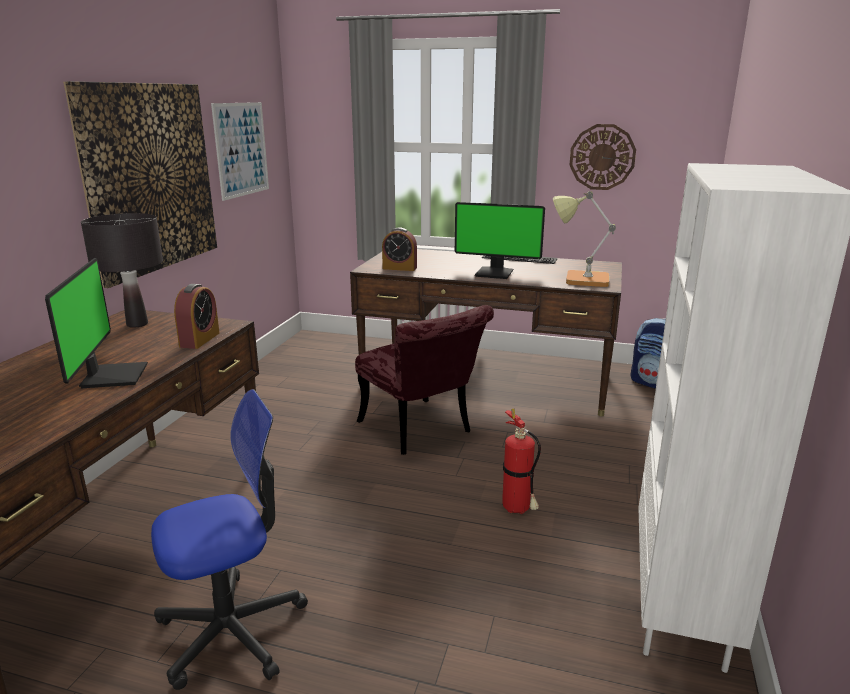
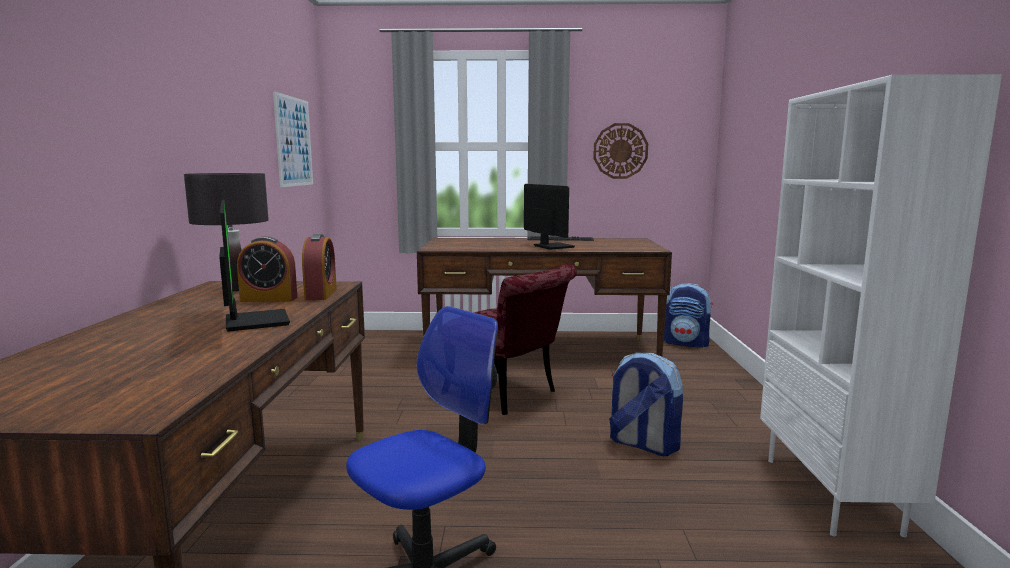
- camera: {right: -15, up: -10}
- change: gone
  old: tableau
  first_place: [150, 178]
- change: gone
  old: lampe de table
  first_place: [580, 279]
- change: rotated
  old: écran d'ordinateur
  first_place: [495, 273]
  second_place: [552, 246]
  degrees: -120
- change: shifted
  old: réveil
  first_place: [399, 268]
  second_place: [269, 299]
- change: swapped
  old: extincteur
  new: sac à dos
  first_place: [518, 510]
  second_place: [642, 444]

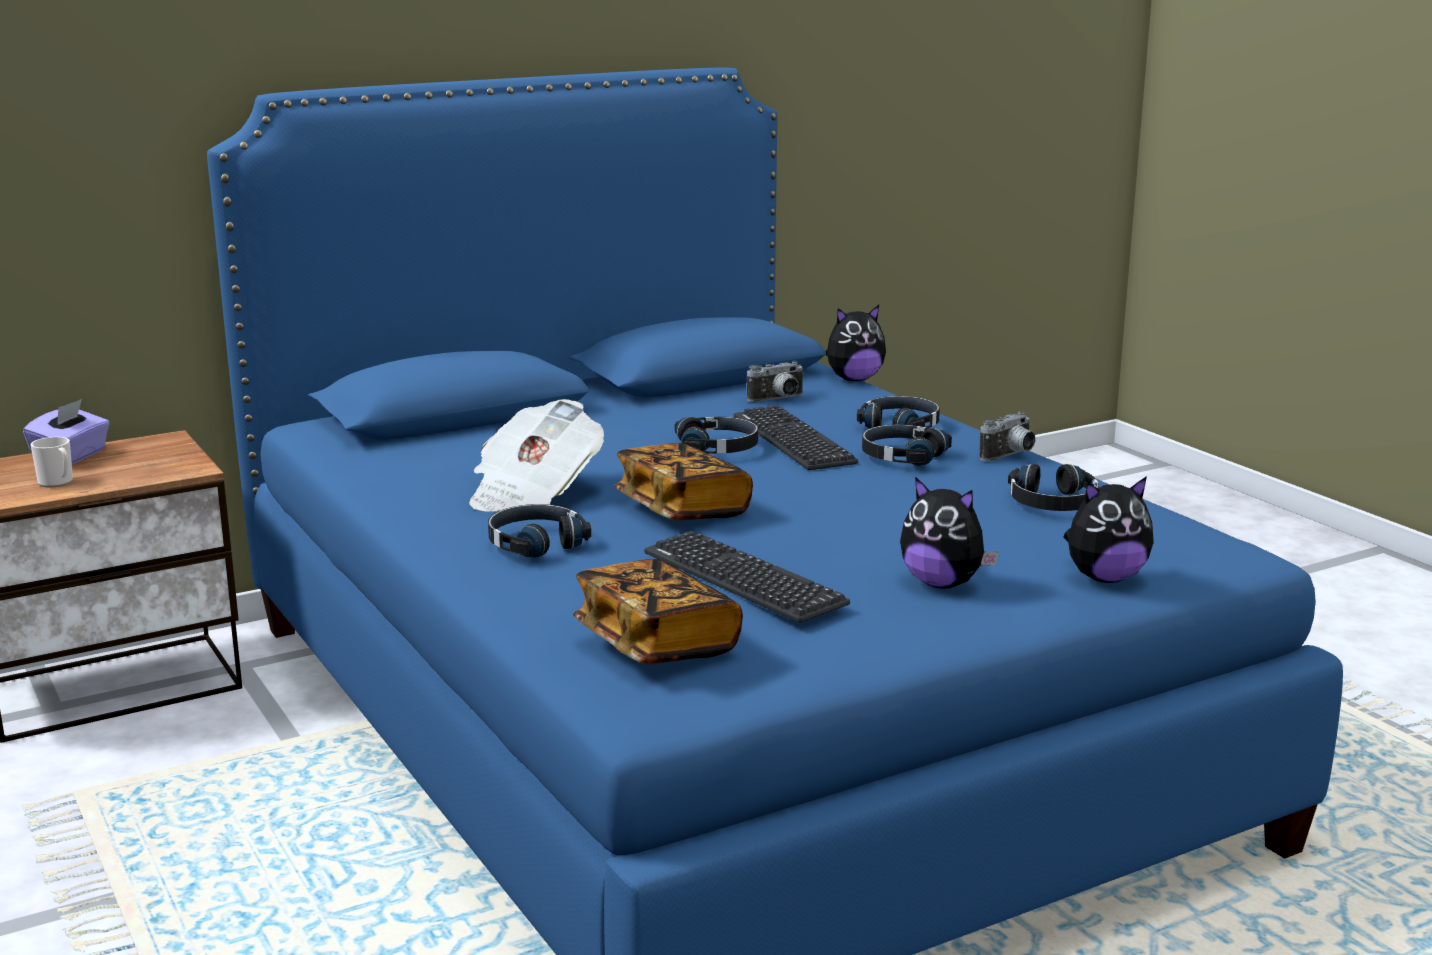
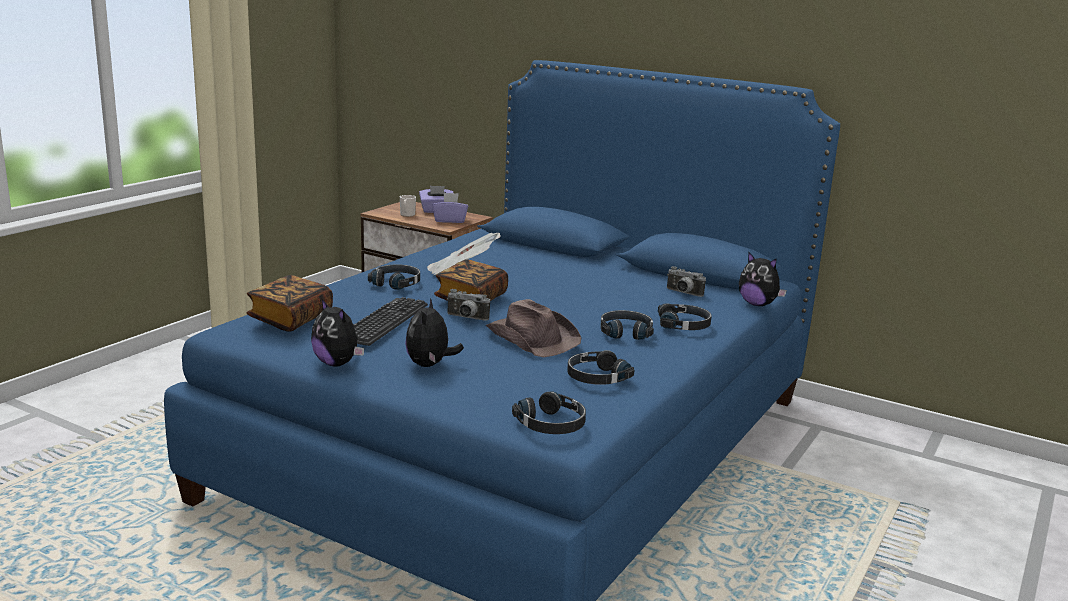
- camera: {right: 60, up: 0}
- change: gone
  old: clavier
  first_place: [793, 440]
- change: shifted
  old: appareil photo
  first_place: [1010, 456]
  second_place: [466, 318]
- change: shifted
  old: casque audio (noir)
  first_place: [718, 448]
  second_place: [552, 424]
- change: shifted
  old: peluche
  first_place: [1104, 578]
  second_place: [337, 363]
- change: new
  new: boîte à mouchoirs (violet)
  second_place: [450, 220]
- change: new
  new: chapeau (marron)
  second_place: [532, 338]

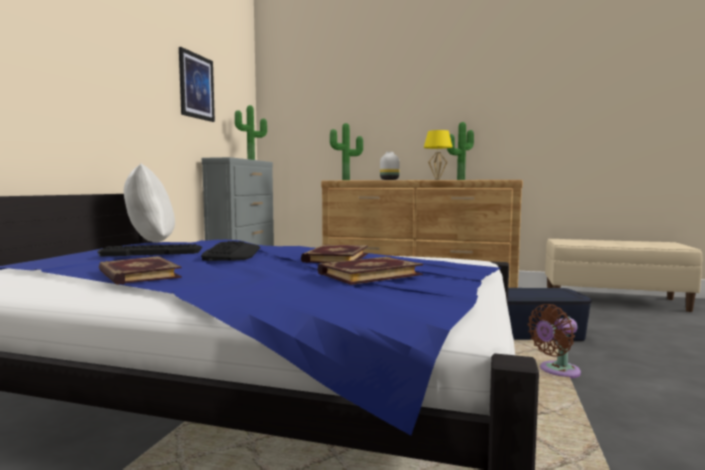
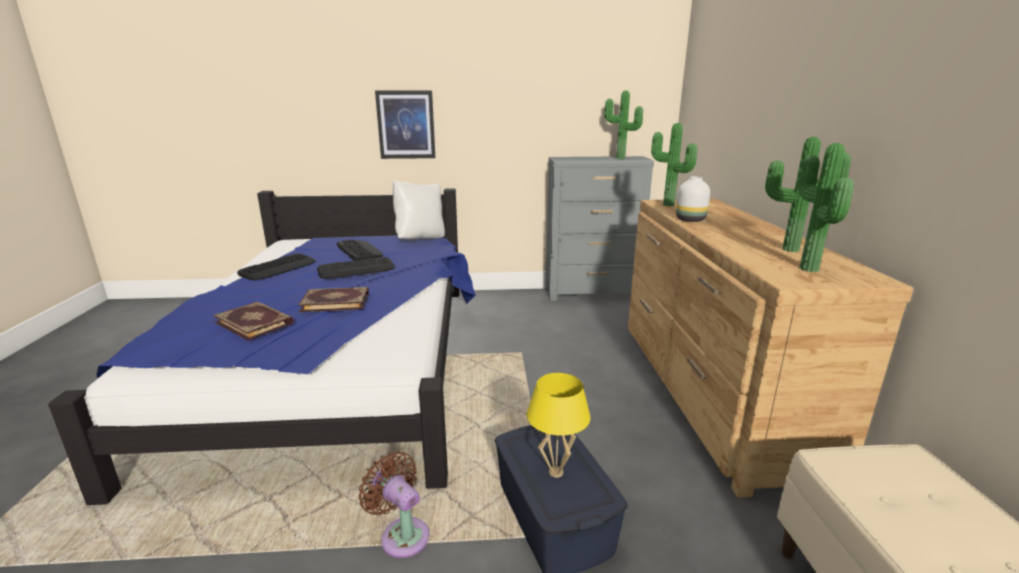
- camera: {right: 70, up: 15}
- change: shifted
  old: tableau
  first_place: [196, 86]
  second_place: [406, 125]
- change: shifted
  old: lampe de table (jaune)
  first_place: [437, 179]
  second_place: [556, 472]
- change: swapped
  old: livre
  new: clavier
  first_place: [137, 274]
  second_place: [278, 268]
- change: new
  new: plante en pot
  second_place: [805, 269]

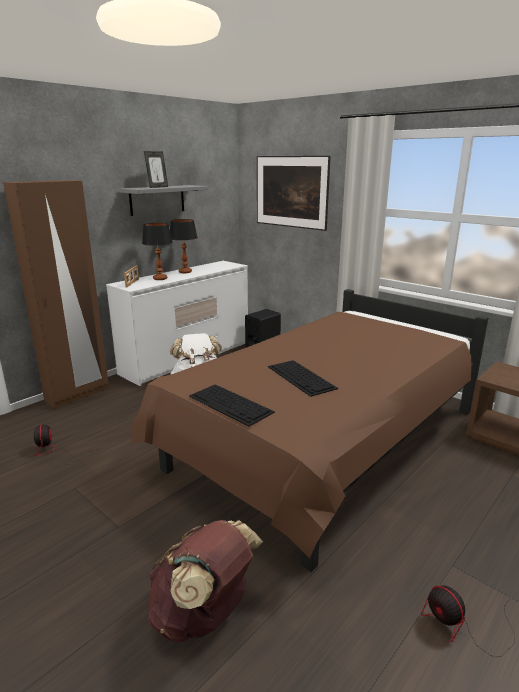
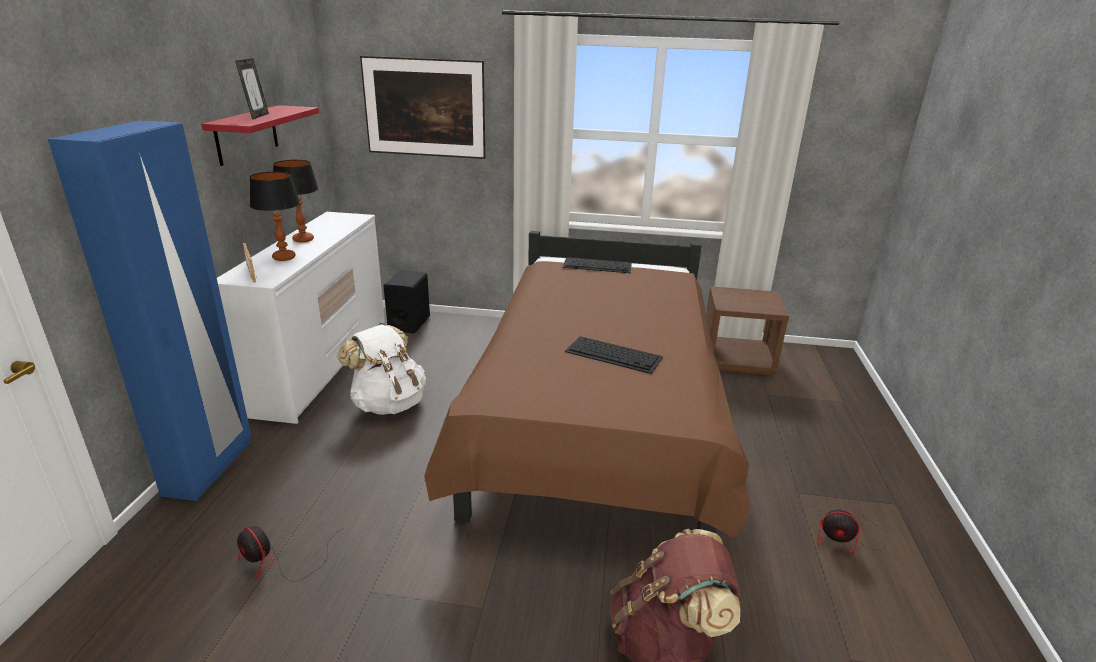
- camera: {right: -35, up: 5}
- change: repainted
  old: armoire (marron)
  new: armoire (bleu)
  first_place: [77, 395]
  second_place: [209, 468]
- change: repainted
  old: étagère (gris)
  new: étagère (rouge)
  first_place: [157, 200]
  second_place: [247, 134]
- change: shifted
  old: clavier
  first_place: [231, 404]
  second_place: [598, 265]

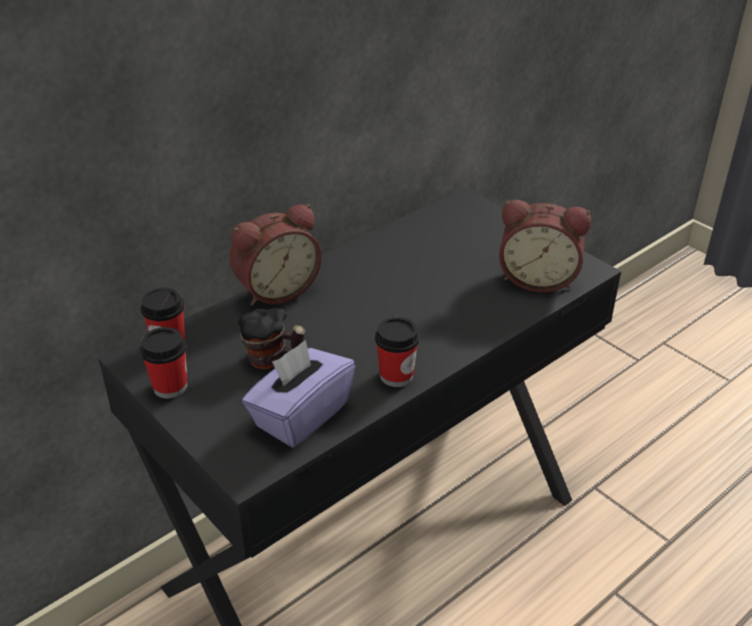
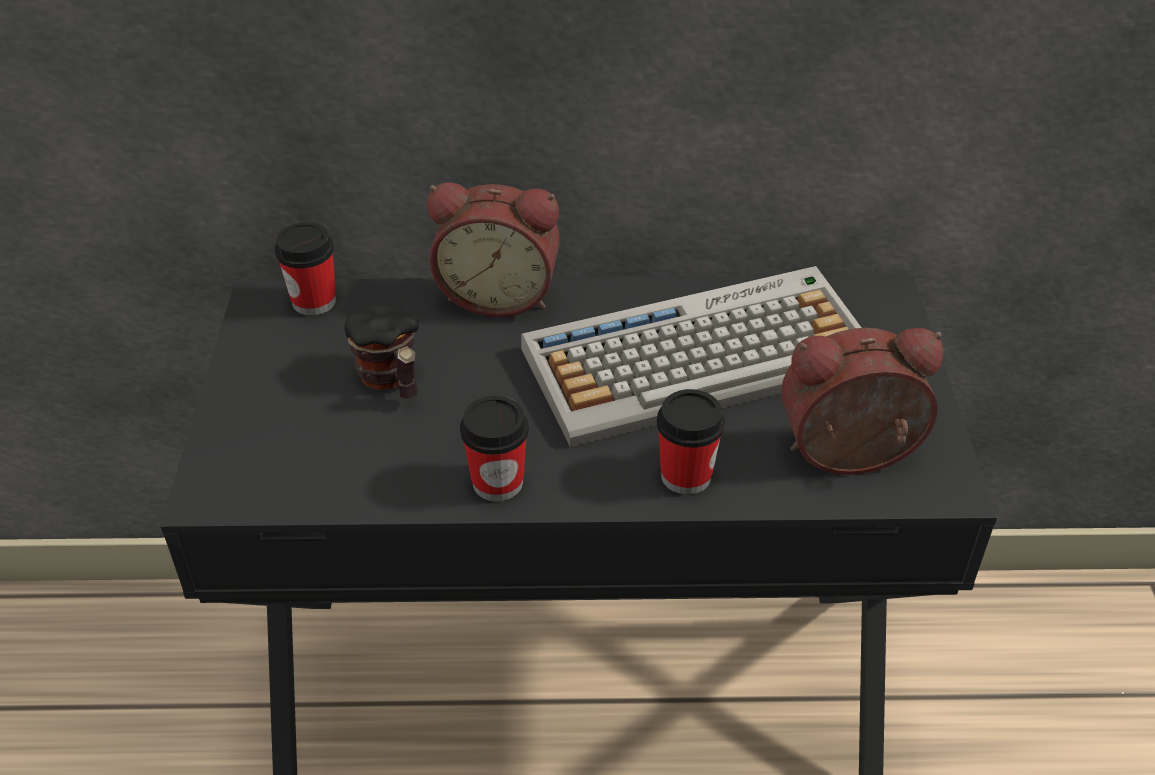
- camera: {right: 40, up: 5}
- change: rotated
  old: réveil
  first_place: [538, 278]
  second_place: [849, 458]
  degrees: 120
- change: shifted
  old: tasse
  first_place: [170, 387]
  second_place: [686, 476]
- change: gone
  old: boîte à mouchoirs (violet)
  first_place: [300, 415]
- change: new
  new: clavier
  second_place: [701, 356]

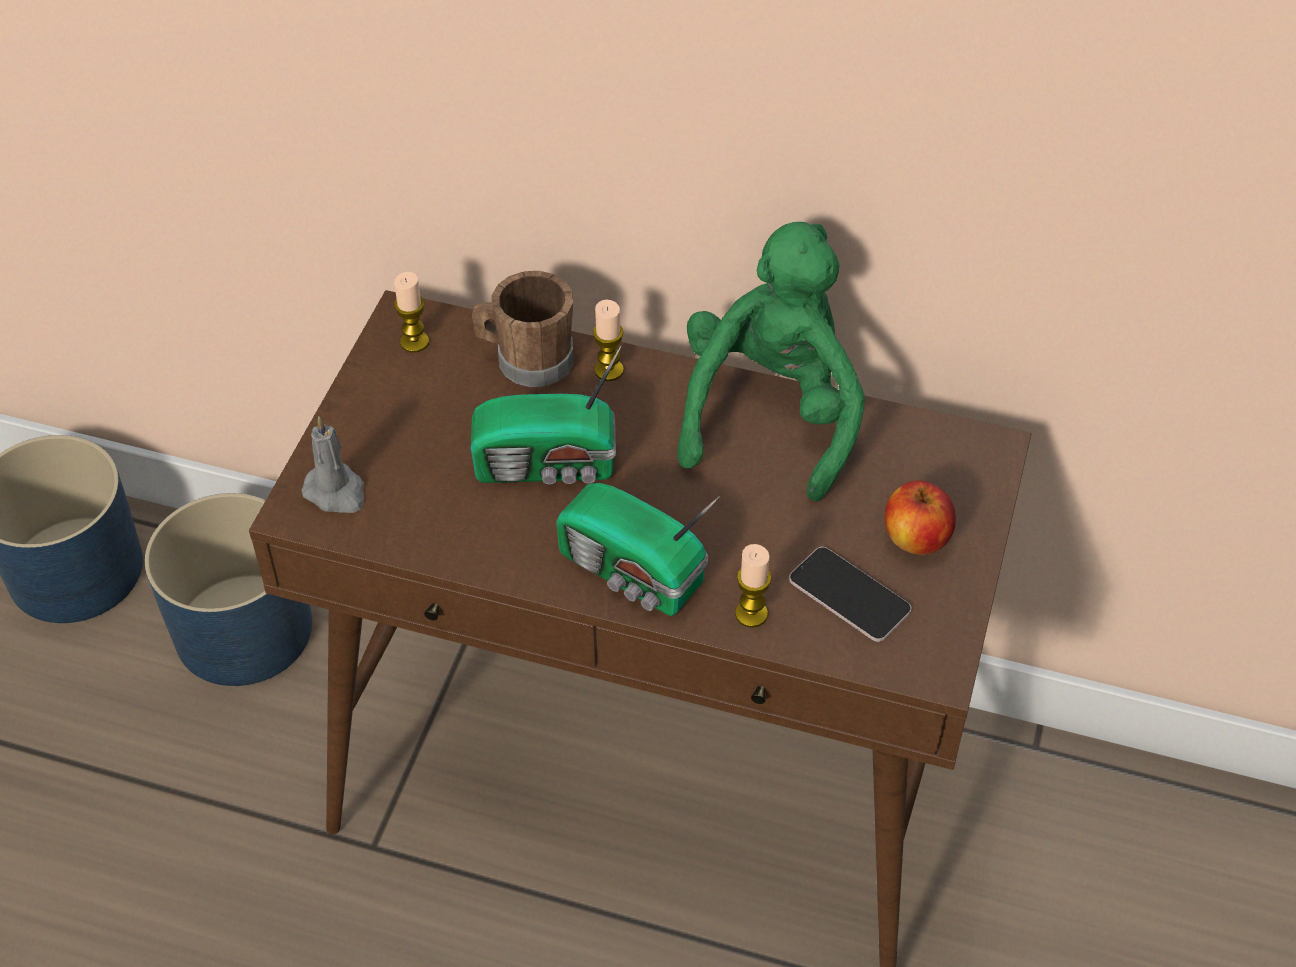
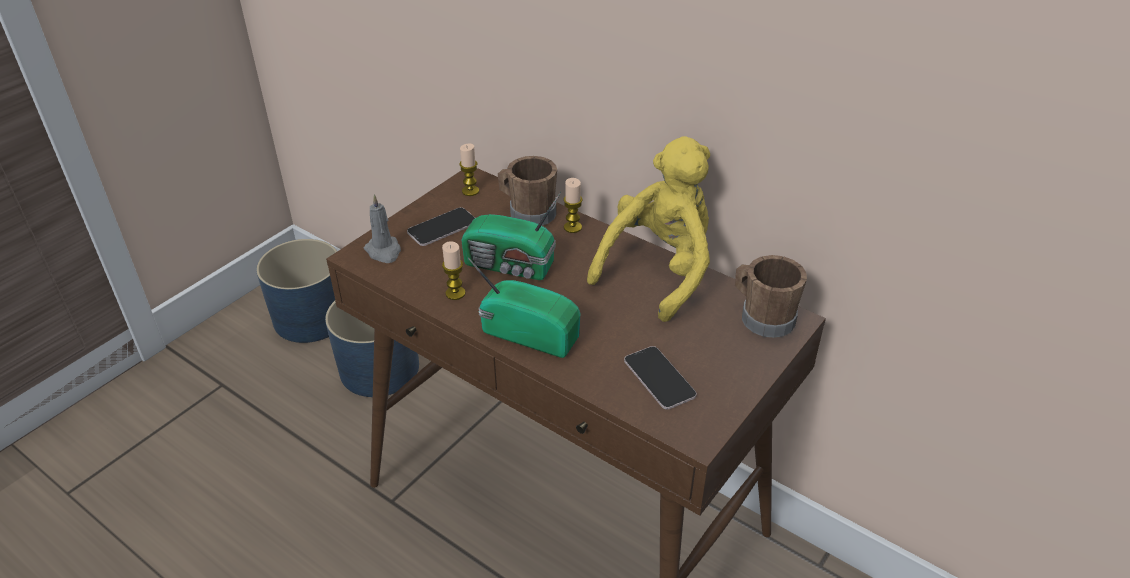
- camera: {right: 20, up: -10}
- change: repainted
  old: peluche (vert)
  new: peluche (jaune)
  first_place: [771, 415]
  second_place: [659, 271]
- change: gone
  old: pomme
  first_place: [916, 539]
- change: rotated
  old: radio
  first_place: [632, 574]
  second_place: [528, 333]
  degrees: 150
- change: shifted
  old: bougie
  first_place: [751, 614]
  second_place: [455, 293]
- change: new
  new: téléphone
  second_place: [442, 227]
- change: new
  new: mug (marron)
  second_place: [762, 317]

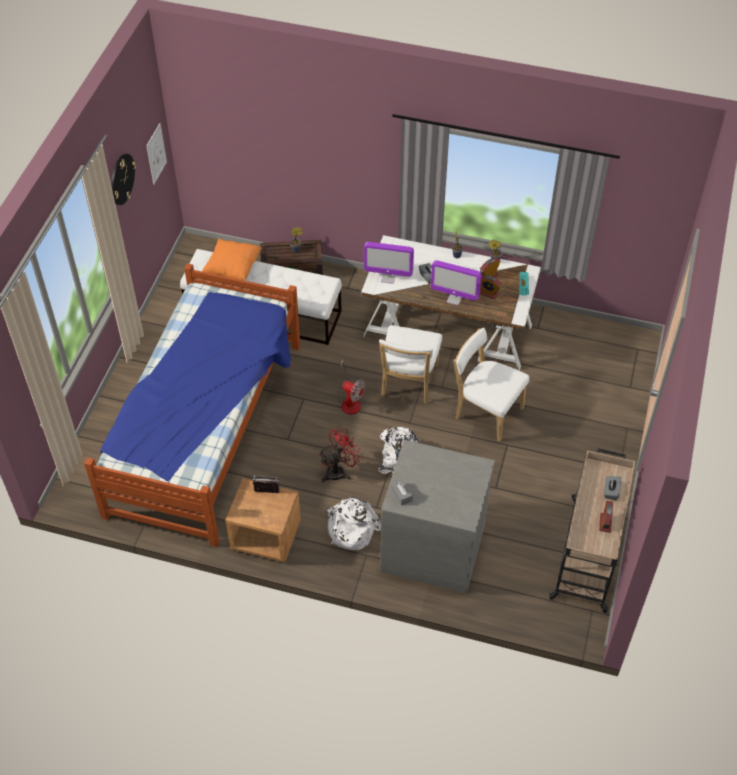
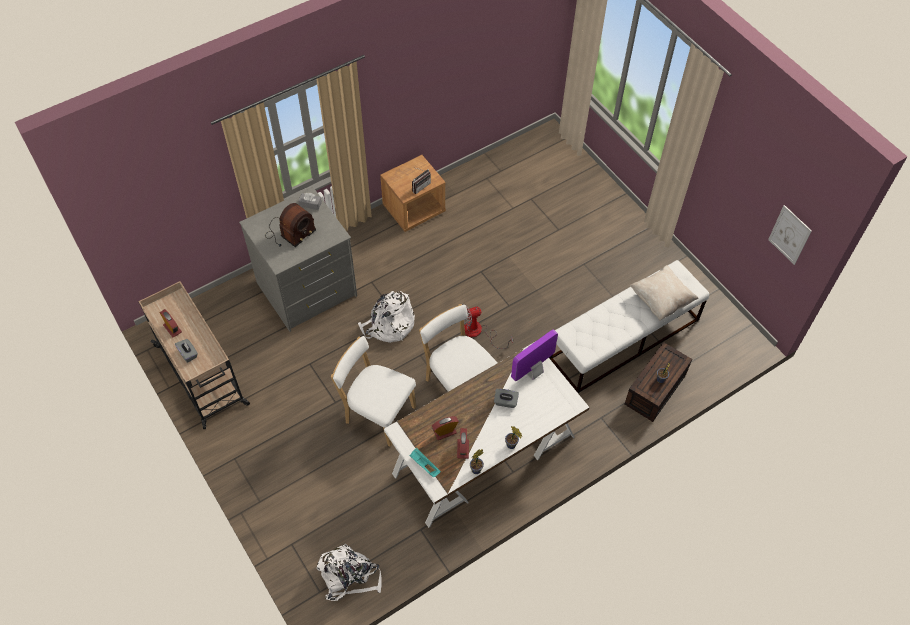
- camera: {right: 130, up: 5}
- change: gone
  old: horloge murale
  first_place: [122, 179]
- change: repainted
  old: coussin (orange)
  new: coussin (beige)
  first_place: [233, 268]
  second_place: [661, 300]
- change: gone
  old: écran d'ordinateur
  first_place: [454, 299]
- change: gone
  old: lit
  first_place: [207, 427]
- change: rotated
  old: chaise (blanc)
  first_place: [486, 412]
  second_place: [377, 413]
  degrees: -135
- change: gone
  old: ventilateur (rouge)
  first_place: [339, 470]
- change: shifted
  old: sac à dos (blanc)
  first_place: [351, 529]
  second_place: [349, 576]
- change: new
  new: radio
  second_place: [289, 233]

